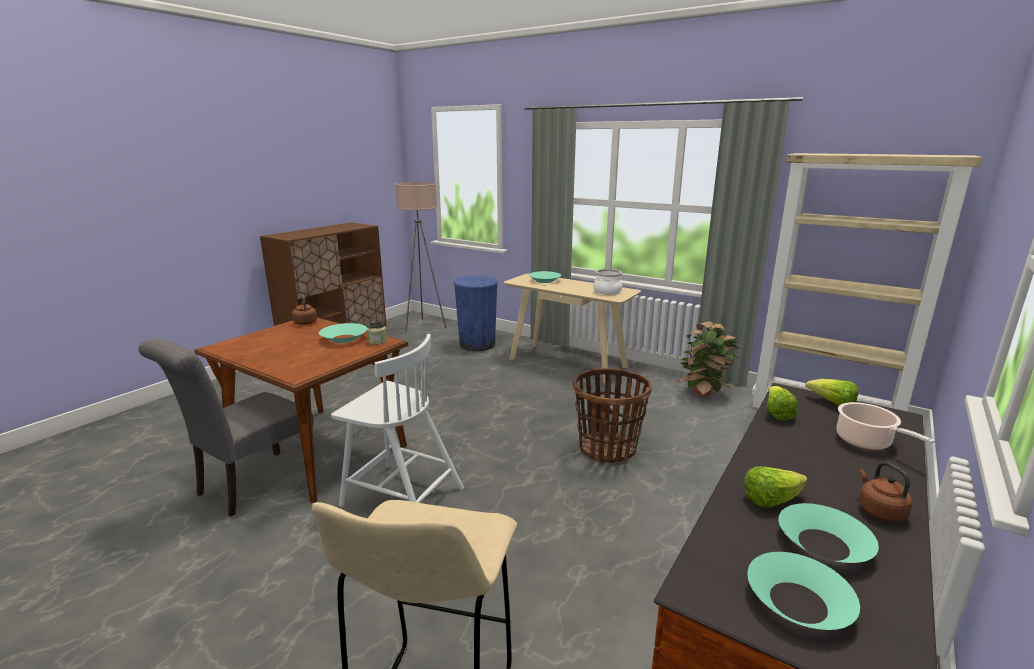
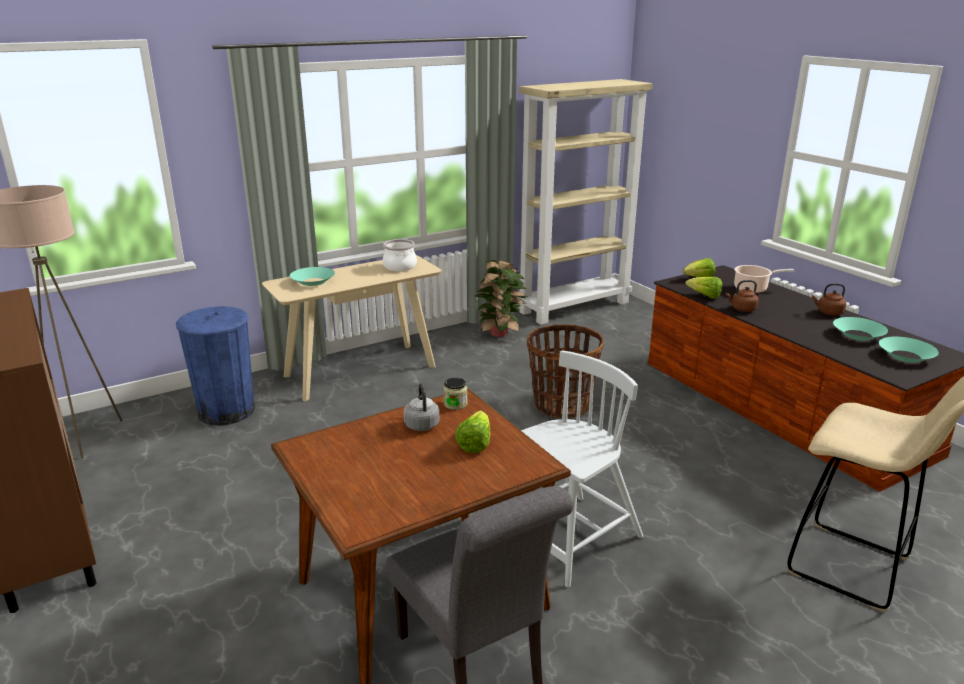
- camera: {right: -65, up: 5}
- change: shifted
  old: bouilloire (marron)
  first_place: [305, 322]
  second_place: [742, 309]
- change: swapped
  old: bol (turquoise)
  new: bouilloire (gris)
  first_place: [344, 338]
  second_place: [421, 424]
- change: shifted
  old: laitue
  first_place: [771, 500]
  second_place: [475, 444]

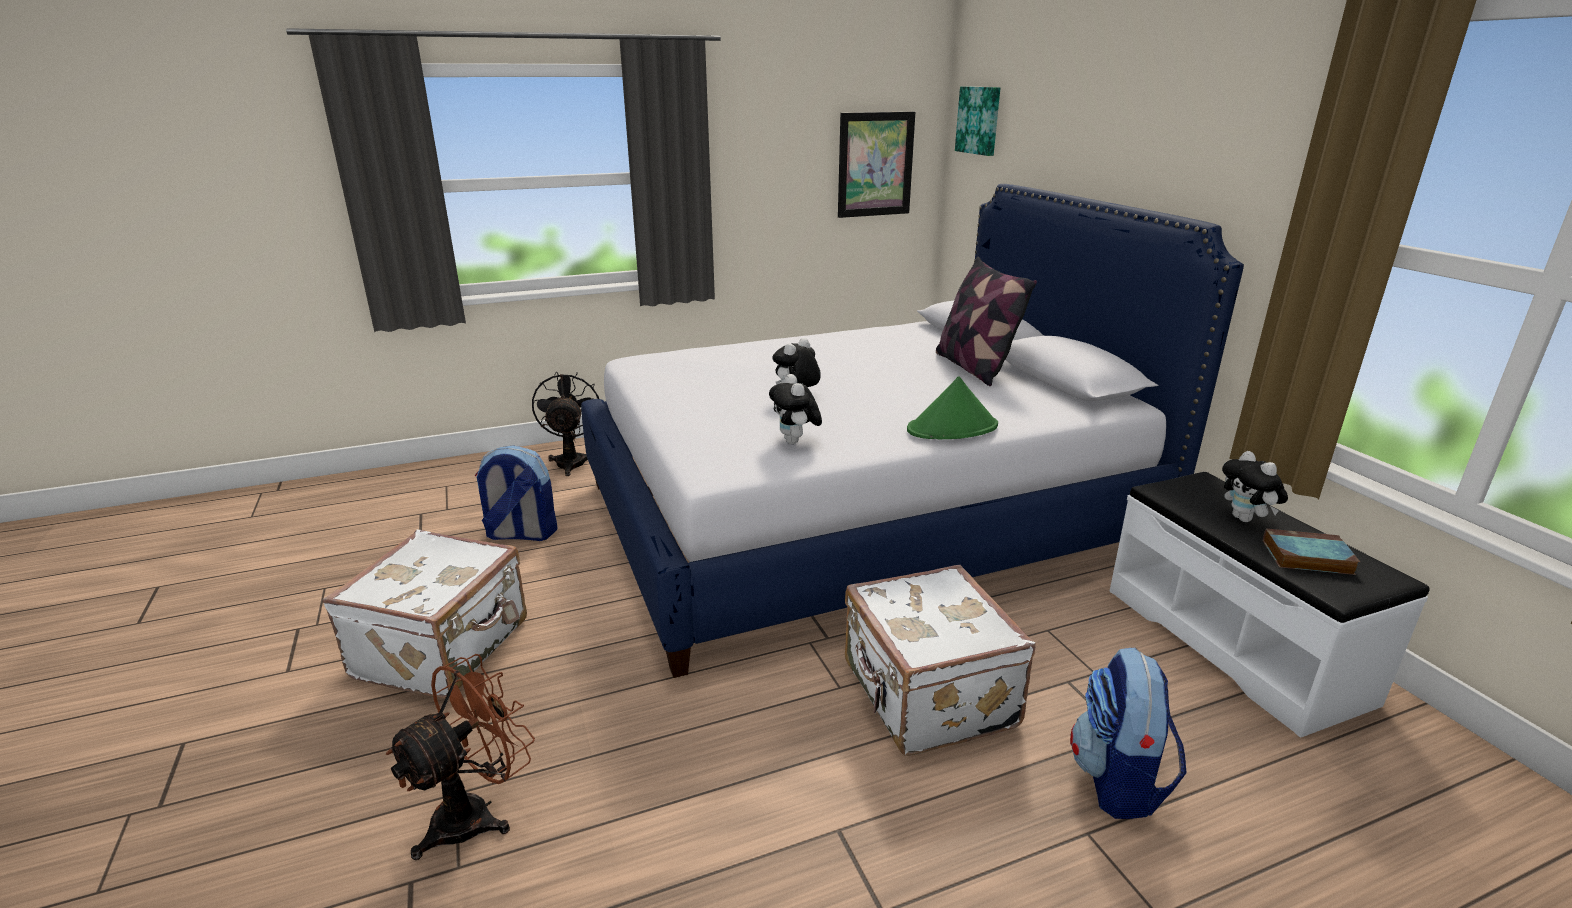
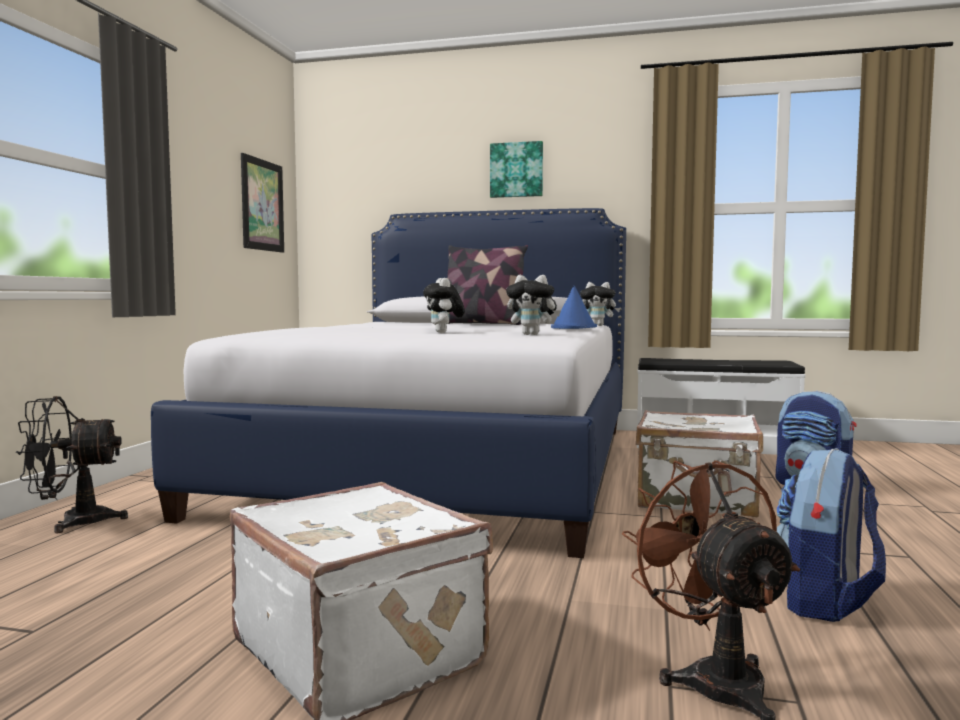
- camera: {right: -55, up: -20}
- change: shifted
  old: tableau
  first_place: [979, 120]
  second_place: [516, 170]
- change: rotated
  old: ventilateur (noir)
  first_place: [572, 460]
  second_place: [72, 522]
  degrees: -45
- change: repainted
  old: chapeau (vert)
  new: chapeau (bleu)
  first_place: [952, 428]
  second_place: [574, 328]
- change: shifted
  old: sac à dos
  first_place: [520, 534]
  second_place: [825, 602]
- change: shifted
  old: peluche
  first_place: [1245, 519]
  second_place: [598, 325]
- change: gone
  old: livre
  first_place: [1305, 557]

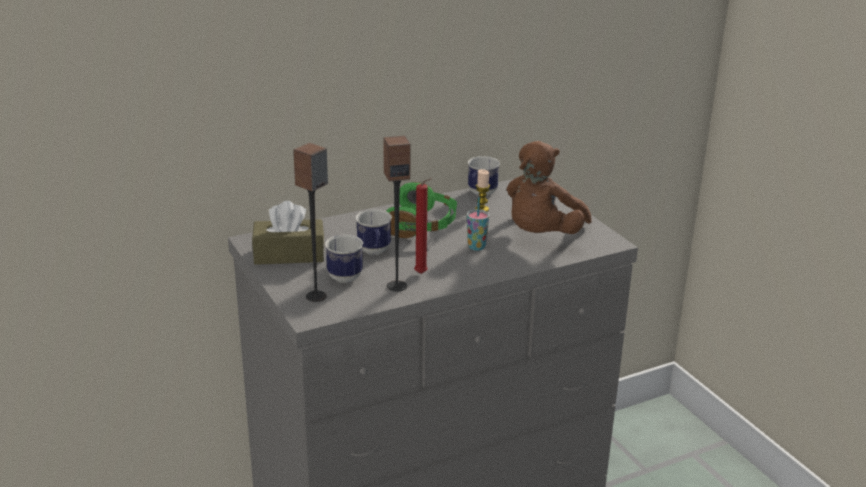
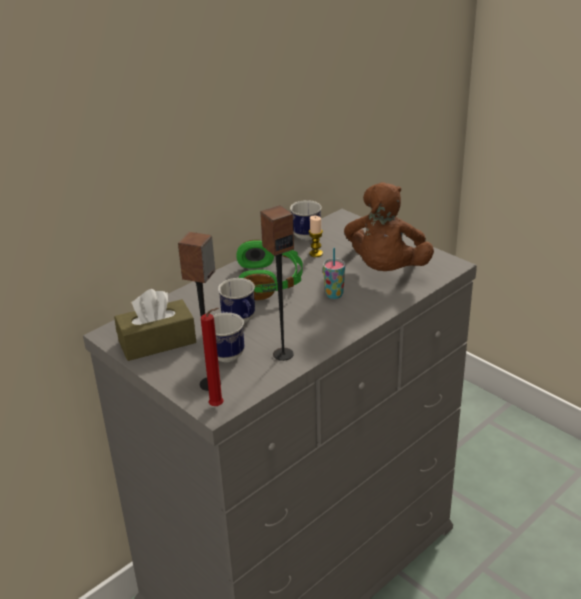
- camera: {right: -15, up: 5}
- change: shifted
  old: bougie (rouge)
  first_place: [422, 274]
  second_place: [218, 406]

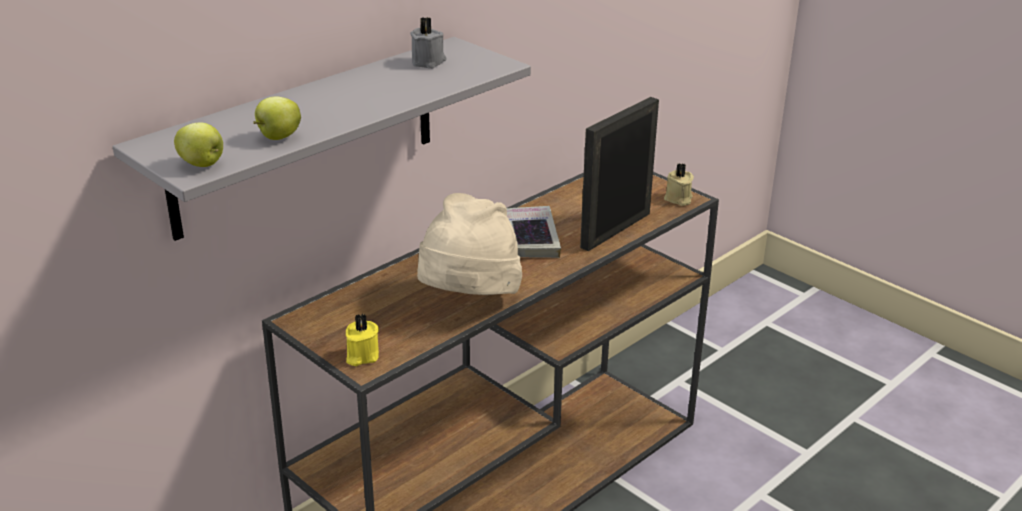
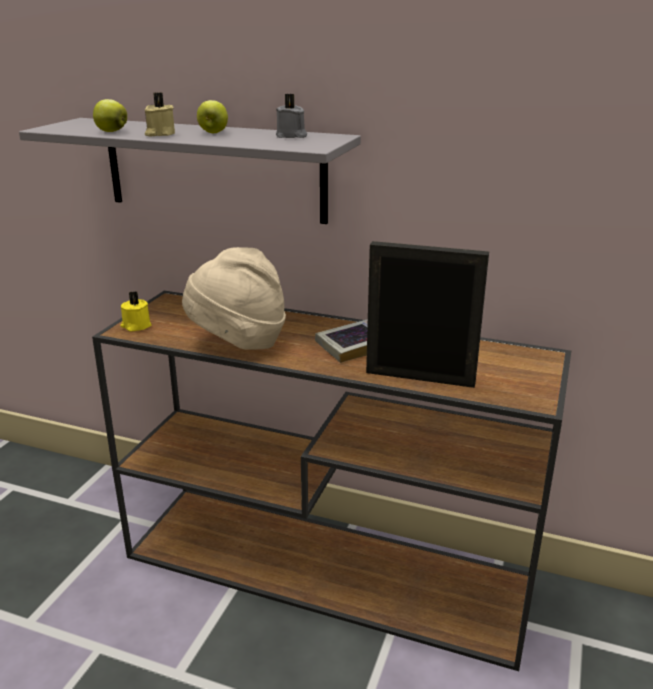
- camera: {right: 65, up: -5}
- change: shifted
  old: pomme
  first_place: [203, 164]
  second_place: [213, 133]
- change: shifted
  old: bougie (beige)
  first_place: [678, 199]
  second_place: [160, 134]

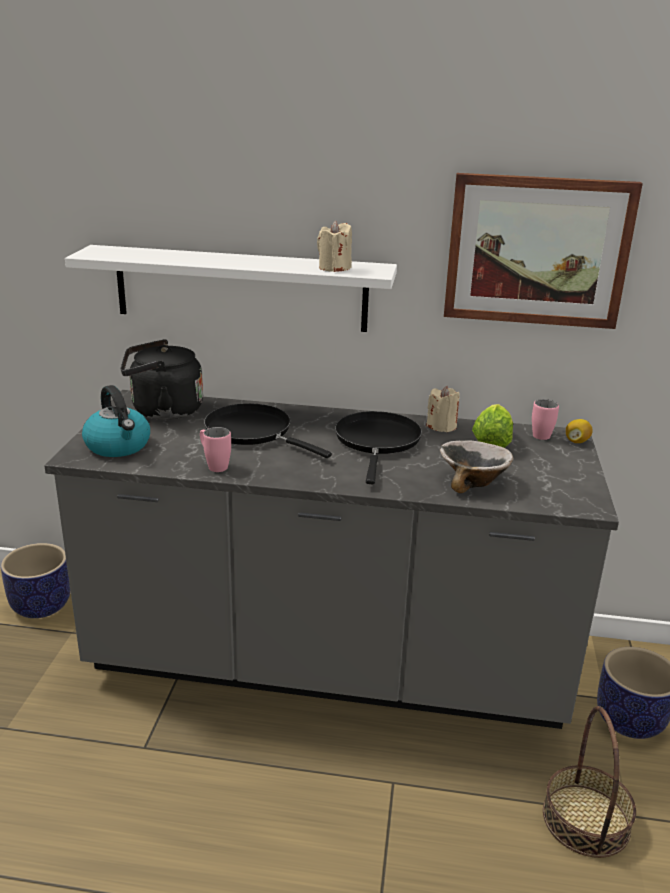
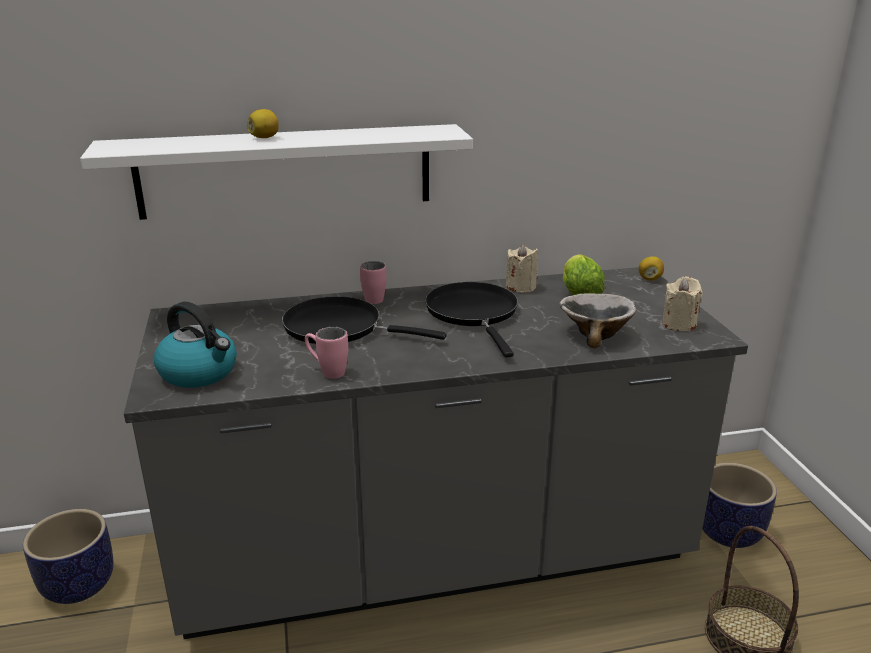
- camera: {right: -20, up: 0}
- change: gone
  old: tableau
  first_place: [537, 251]
- change: shifted
  old: bougie (beige)
  first_place: [334, 268]
  second_place: [679, 324]
- change: gone
  old: bouilloire (noir)
  first_place: [162, 411]
- change: shifted
  old: mug (rose)
  first_place: [544, 434]
  second_place: [376, 298]
- change: new
  new: citron
  second_place: [264, 137]

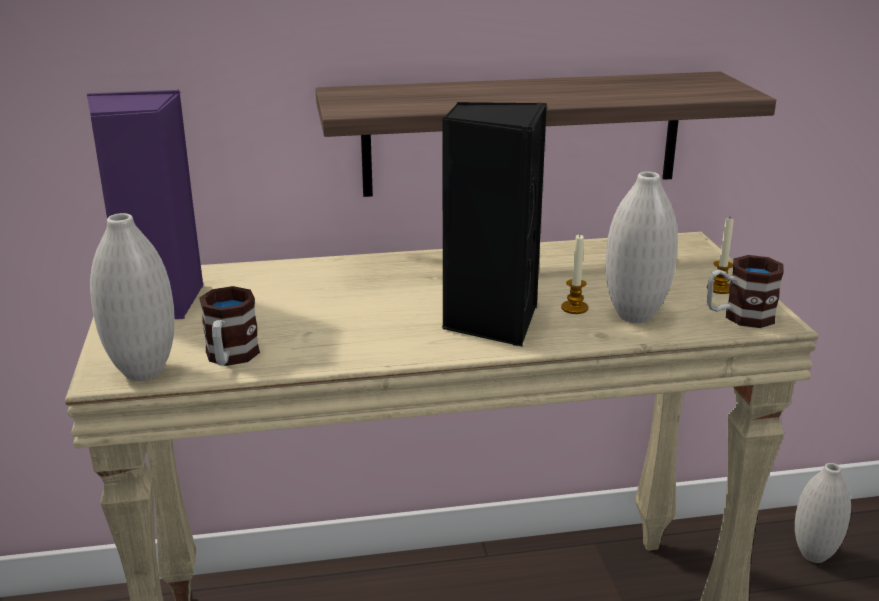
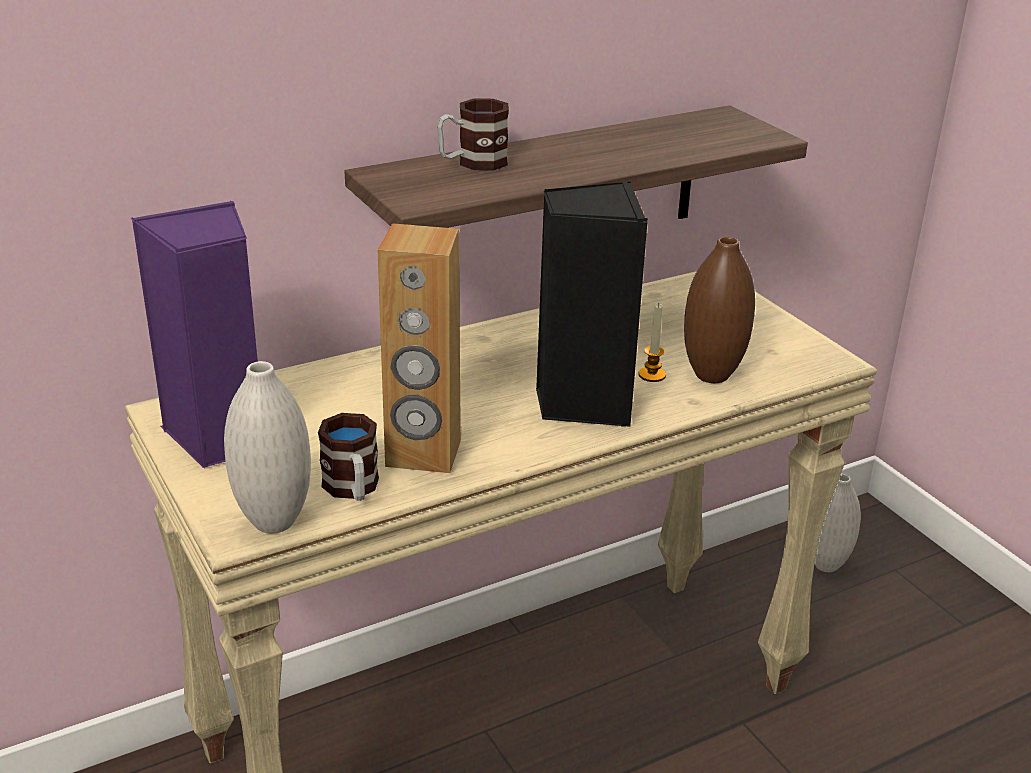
- camera: {right: -20, up: 5}
- change: repainted
  old: vase (blanc)
  new: vase (marron)
  first_place: [634, 316]
  second_place: [712, 375]
- change: gone
  old: bougie
  first_place: [719, 288]
- change: shifted
  old: mug
  first_place: [739, 317]
  second_place: [472, 163]
- change: new
  new: enceinte (marron)
  second_place: [423, 454]

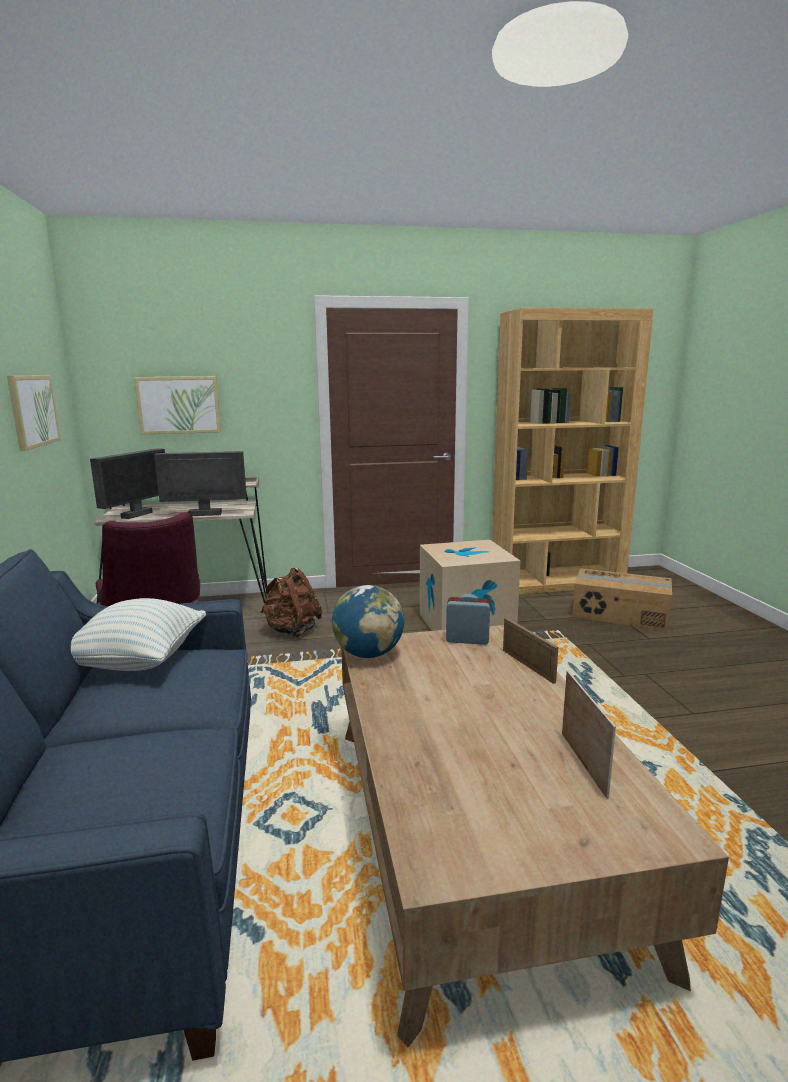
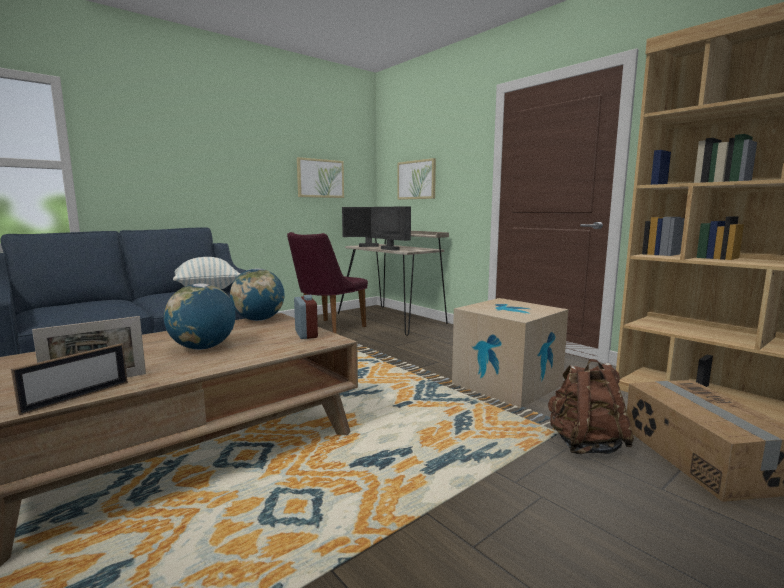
- camera: {right: 60, up: -5}
- change: shifted
  old: sac à dos (marron)
  first_place: [292, 631]
  second_place: [585, 444]
- change: shifted
  old: cadre photo
  first_place: [527, 665]
  second_place: [77, 397]
- change: new
  new: globe
  second_place: [203, 348]

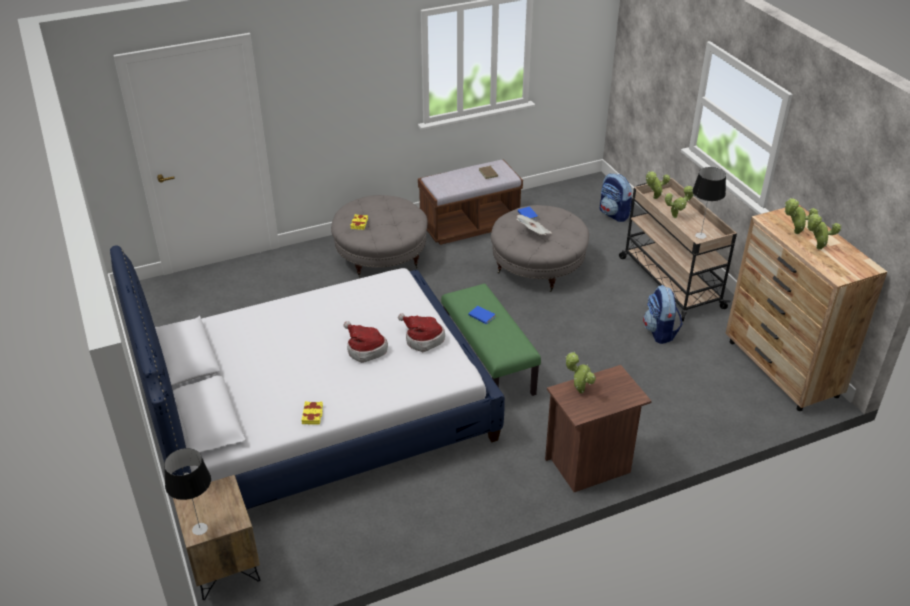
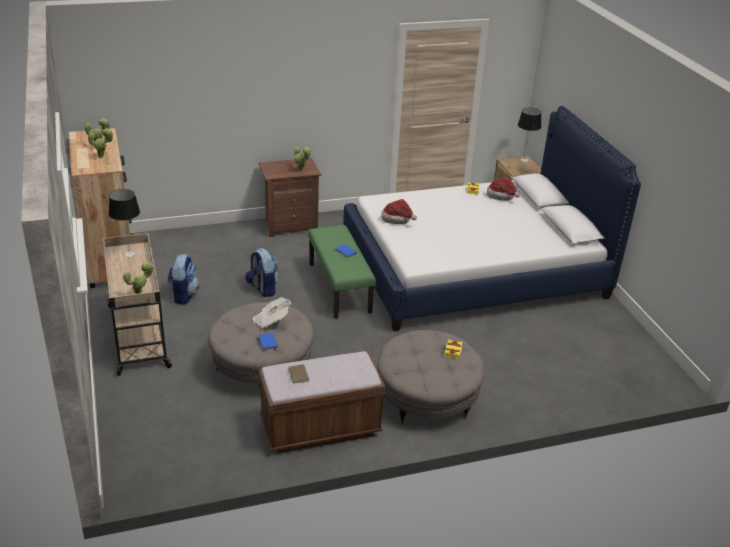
- camera: {right: -175, up: -5}
- change: shifted
  old: sac à dos
  first_place: [614, 214]
  second_place: [262, 289]
- change: gone
  old: plante en pot
  first_place: [676, 216]
- change: shifted
  old: chapeau
  first_place: [365, 349]
  second_place: [502, 196]

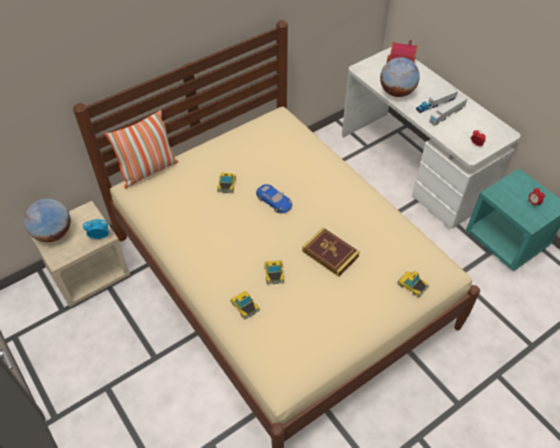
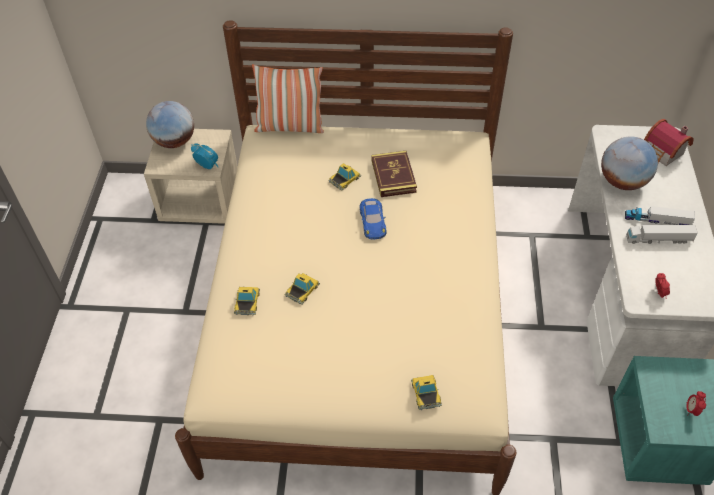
- camera: {right: 40, up: 0}
- change: shifted
  old: livre
  first_place: [330, 254]
  second_place: [393, 176]

